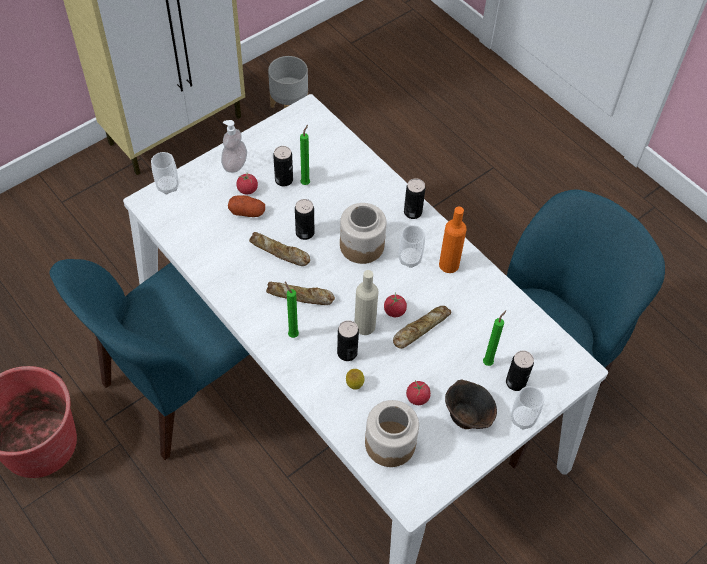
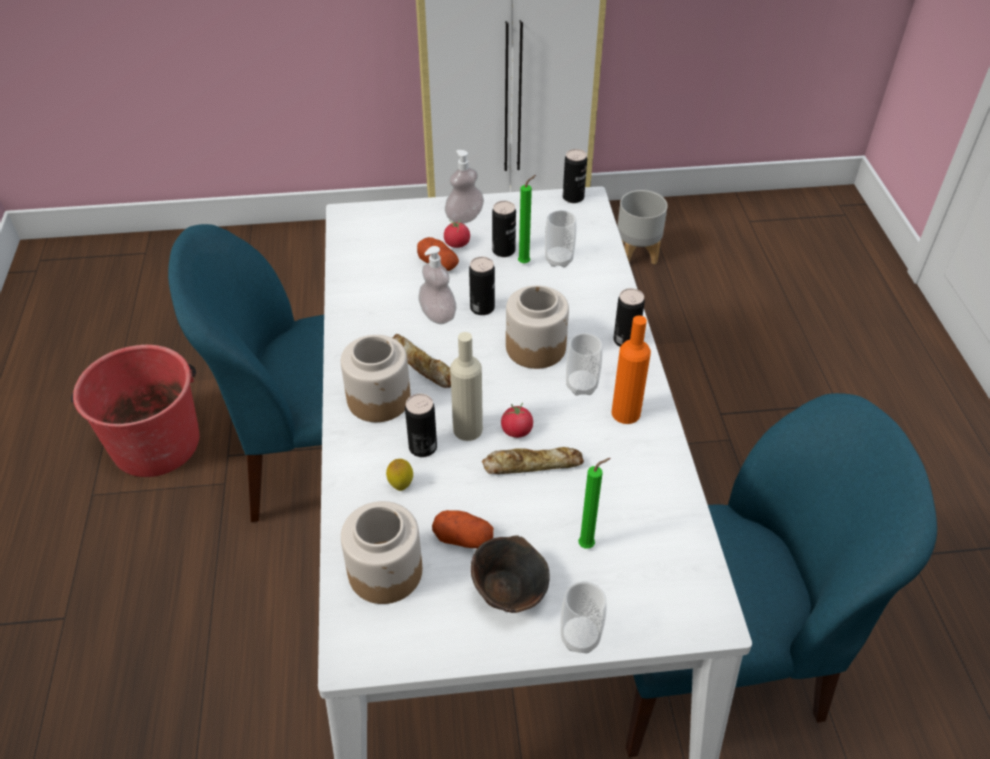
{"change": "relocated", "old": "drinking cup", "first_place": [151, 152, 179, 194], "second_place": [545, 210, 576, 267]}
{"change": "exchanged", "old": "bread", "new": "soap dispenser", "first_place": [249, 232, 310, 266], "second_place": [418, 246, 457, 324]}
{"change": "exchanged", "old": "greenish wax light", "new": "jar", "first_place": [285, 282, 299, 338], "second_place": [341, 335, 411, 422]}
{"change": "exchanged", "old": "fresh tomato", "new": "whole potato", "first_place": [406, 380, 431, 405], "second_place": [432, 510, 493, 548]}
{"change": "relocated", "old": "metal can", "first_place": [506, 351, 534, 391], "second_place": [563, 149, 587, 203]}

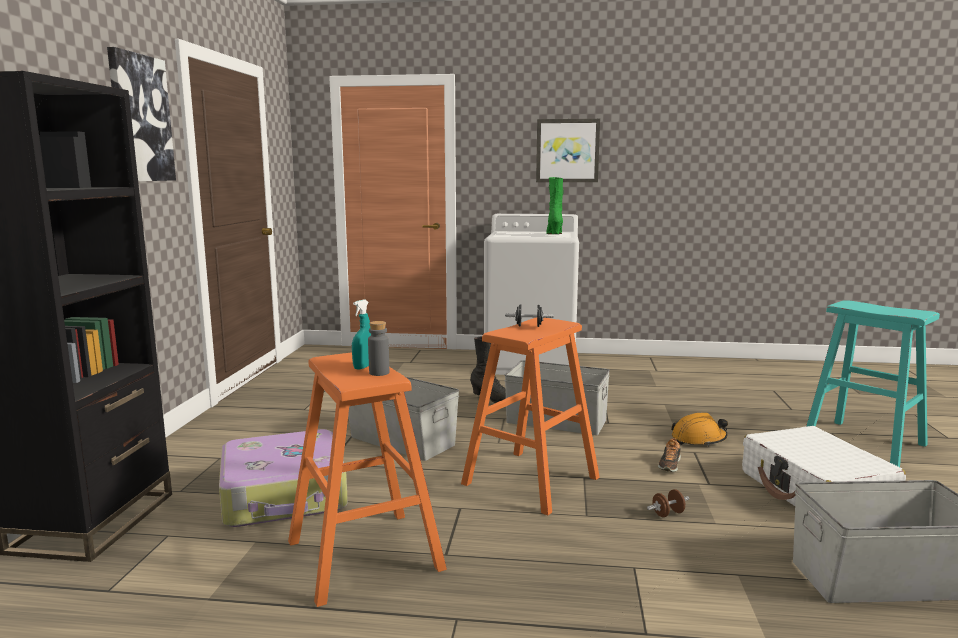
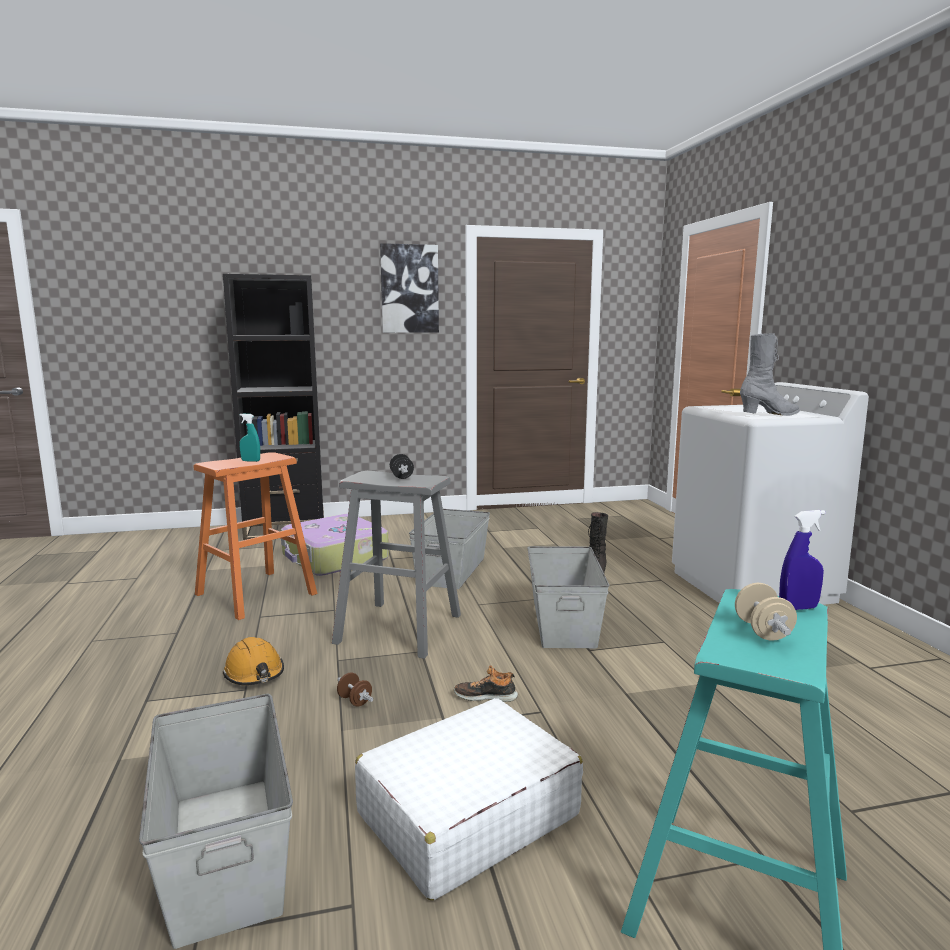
{"change": "missing", "old": "greyish bottle", "first_place": [368, 321, 389, 376]}
{"change": "colour", "old": "orange sitting stool", "new": "greyish sitting stool", "first_place": [461, 317, 600, 516], "second_place": [332, 471, 461, 659]}
{"change": "missing", "old": "wall picture", "first_place": [536, 119, 600, 182]}
{"change": "colour", "old": "greenish boot", "new": "greyish boot", "first_place": [546, 177, 564, 234], "second_place": [740, 333, 800, 416]}
{"change": "relocated", "old": "orange work helmet", "first_place": [671, 412, 728, 447], "second_place": [223, 637, 284, 685]}
{"change": "appeared", "new": "beige free weight", "second_place": [735, 583, 797, 641]}
{"change": "appeared", "new": "blue sprayer", "second_place": [779, 510, 826, 610]}

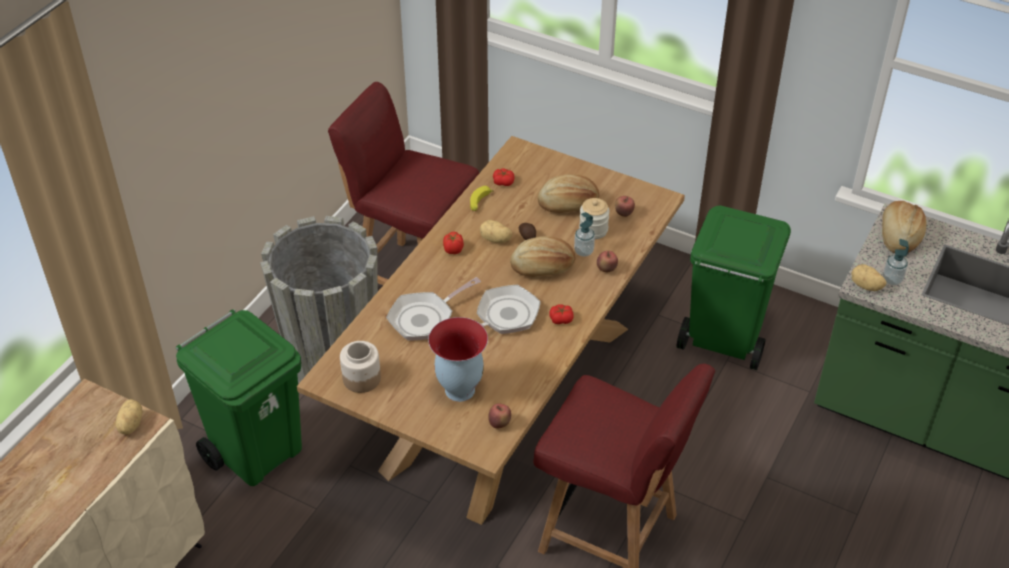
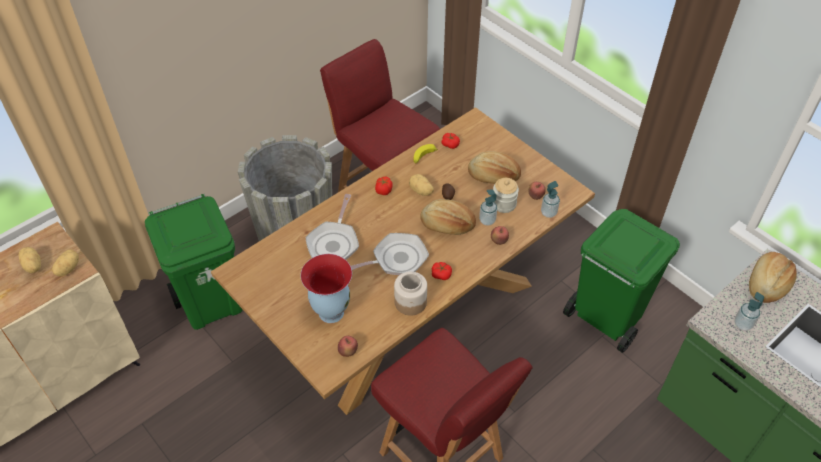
{"change": "relocated", "old": "jar", "first_place": [340, 341, 381, 393], "second_place": [394, 272, 427, 316]}
{"change": "spun", "old": "frying pan", "first_place": [386, 277, 481, 340], "second_place": [306, 194, 359, 260], "degrees": -60}
{"change": "relocated", "old": "whole potato", "first_place": [851, 264, 886, 291], "second_place": [19, 247, 41, 273]}
{"change": "appeared", "new": "soap dispenser", "second_place": [541, 181, 560, 218]}

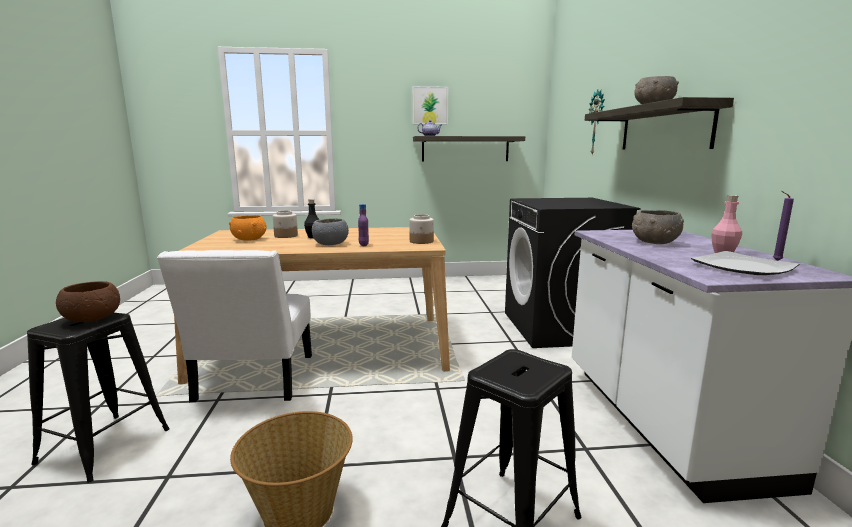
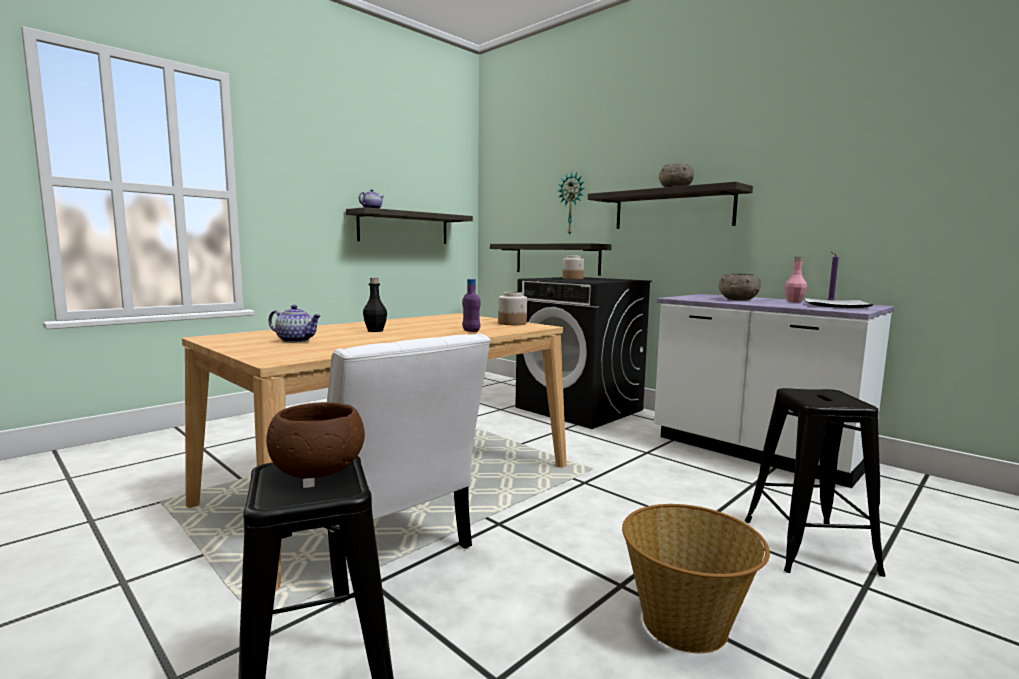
{"change": "exchanged", "old": "orange deep dish", "new": "tea pot", "first_place": [229, 215, 266, 241], "second_place": [269, 305, 321, 343]}
{"change": "relocated", "old": "jar", "first_place": [273, 210, 298, 238], "second_place": [562, 255, 584, 279]}
{"change": "missing", "old": "greyish deep dish", "first_place": [312, 218, 349, 245]}
{"change": "missing", "old": "wall picture", "first_place": [412, 86, 448, 124]}
{"change": "appeared", "new": "wall shelf", "second_place": [490, 243, 612, 276]}

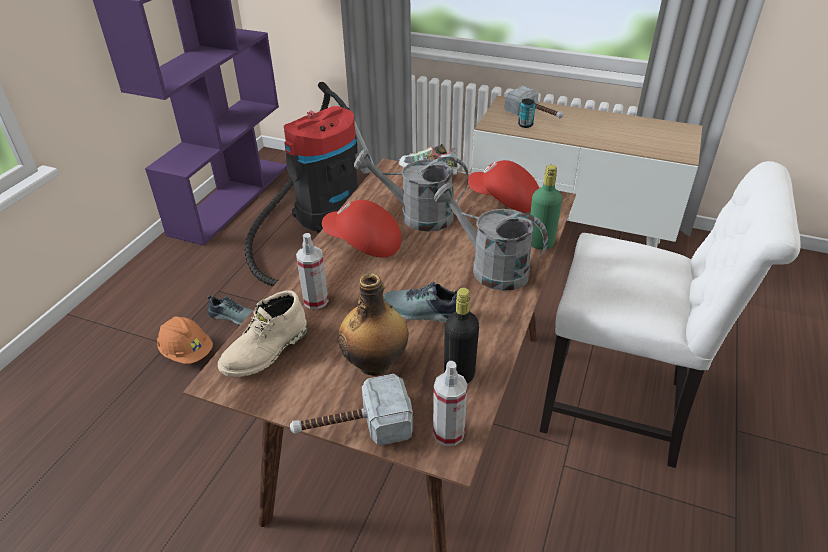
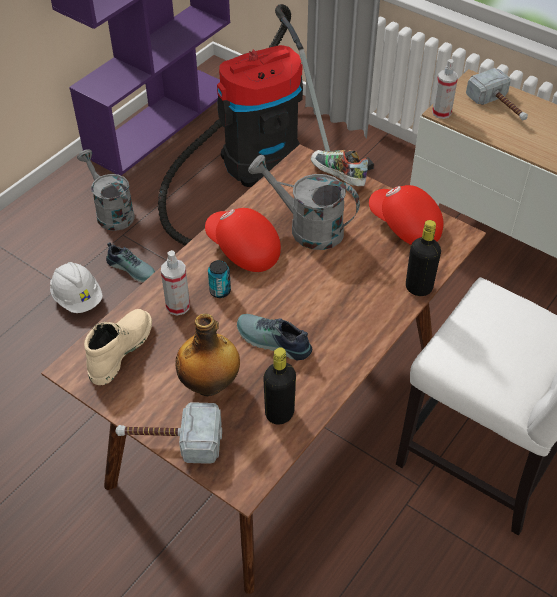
{"change": "colour", "old": "orange work helmet", "new": "white-coloured work helmet", "first_place": [157, 317, 213, 364], "second_place": [50, 262, 103, 313]}
{"change": "spun", "old": "beige boot", "first_place": [218, 290, 307, 377], "second_place": [84, 309, 152, 385], "degrees": 150}
{"change": "relocated", "old": "sprayer", "first_place": [433, 361, 468, 446], "second_place": [432, 59, 458, 119]}
{"change": "relocated", "old": "greyish watering can", "first_place": [434, 183, 548, 291], "second_place": [77, 149, 135, 231]}
{"change": "relocated", "old": "metal can", "first_place": [518, 99, 535, 128], "second_place": [208, 260, 231, 298]}
{"change": "colour", "old": "greenish bottle", "new": "black bottle", "first_place": [530, 165, 562, 250], "second_place": [406, 220, 441, 296]}

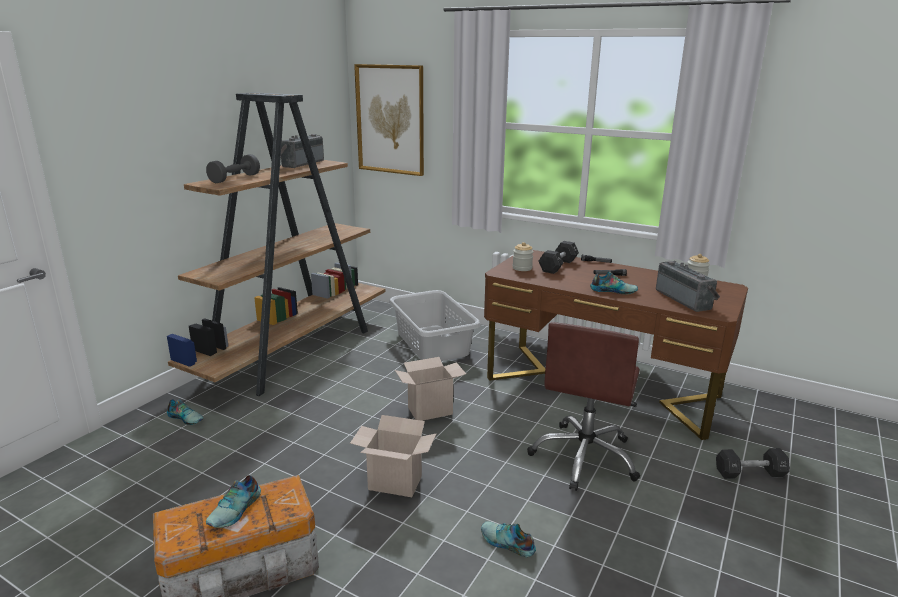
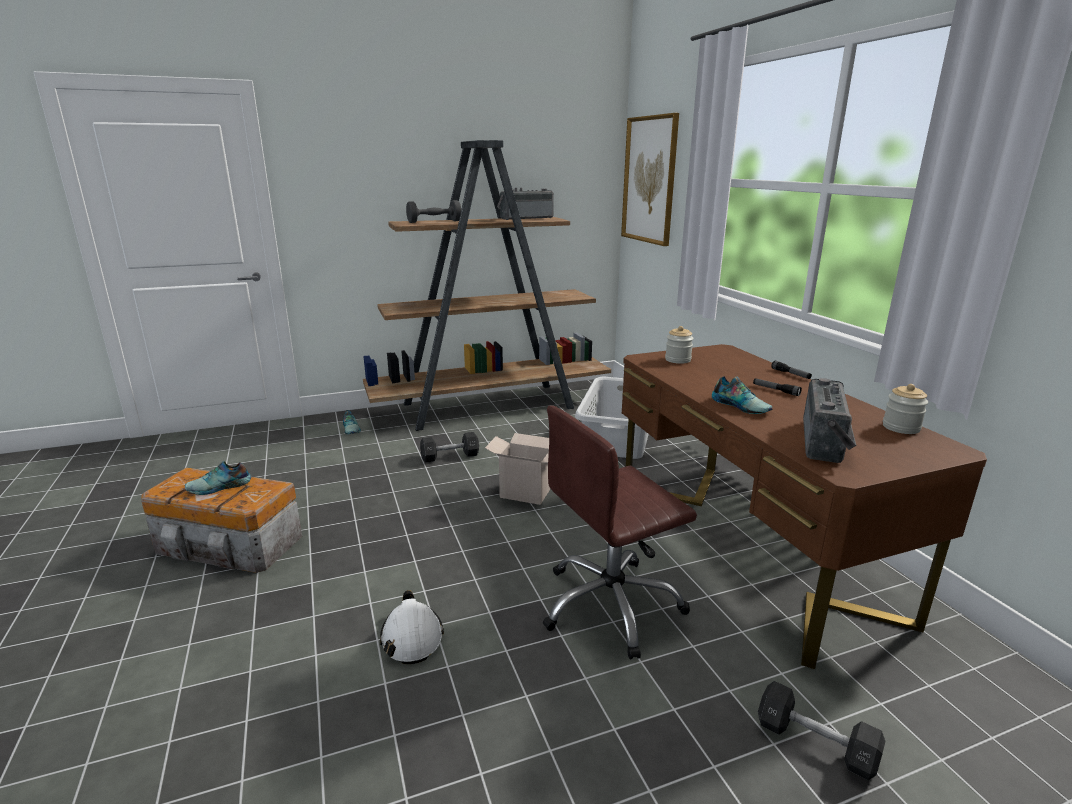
{"change": "missing", "old": "cardboard box", "first_place": [350, 415, 436, 497]}
{"change": "exchanged", "old": "item of footwear", "new": "white-coloured work helmet", "first_place": [481, 521, 536, 557], "second_place": [380, 590, 444, 664]}
{"change": "relocated", "old": "black free weight", "first_place": [538, 241, 579, 274], "second_place": [420, 432, 479, 463]}

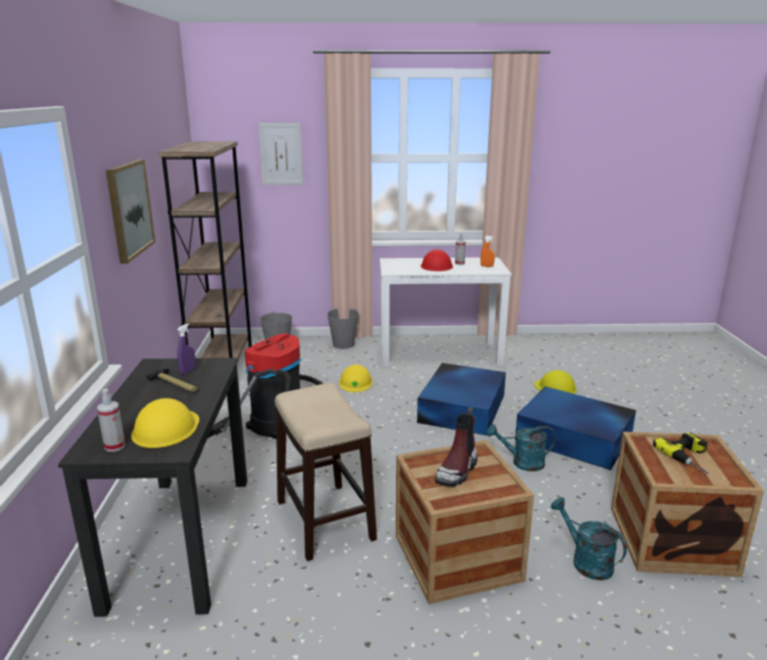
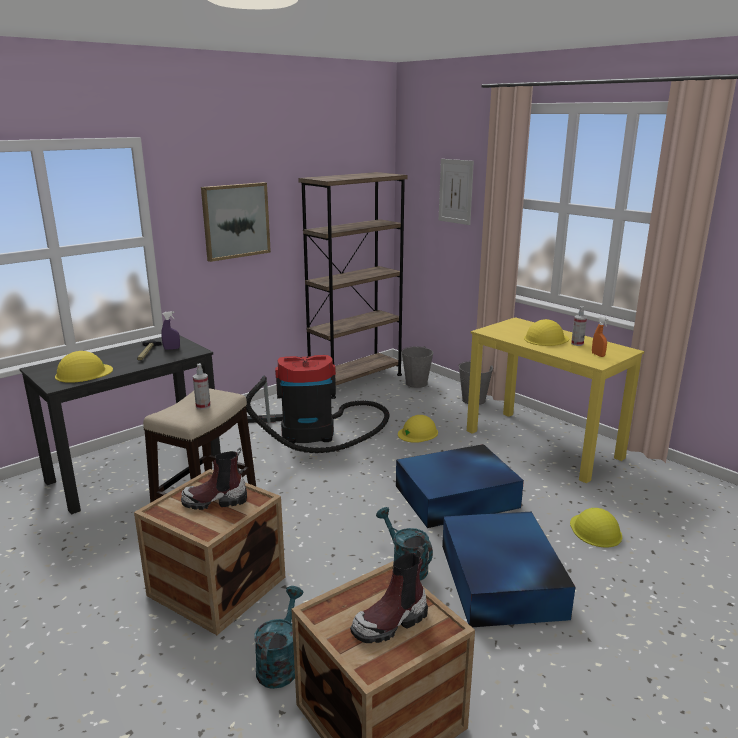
{"change": "relocated", "old": "sprayer", "first_place": [97, 389, 125, 452], "second_place": [193, 363, 211, 410]}
{"change": "colour", "old": "white-coloured desk table", "new": "yellow desk table", "first_place": [380, 257, 512, 367], "second_place": [467, 317, 644, 484]}
{"change": "colour", "old": "red-coloured work helmet", "new": "yellow work helmet", "first_place": [420, 249, 453, 271], "second_place": [524, 319, 569, 346]}
{"change": "exchanged", "old": "electric drill", "new": "boot", "first_place": [653, 433, 708, 474], "second_place": [350, 546, 428, 643]}

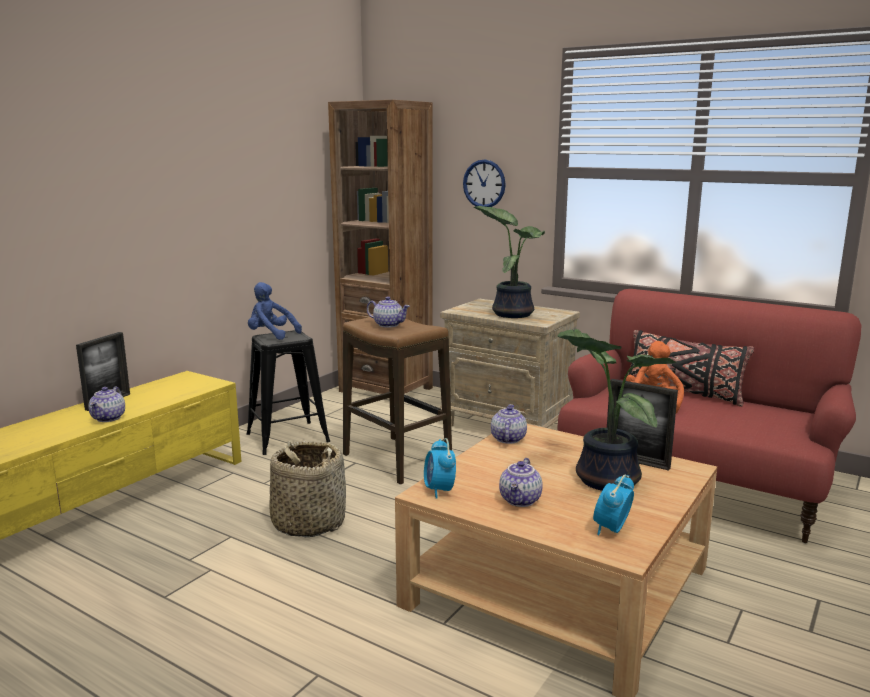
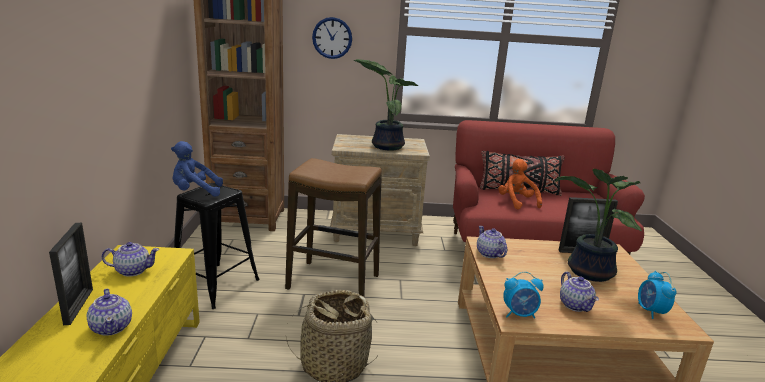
{"change": "relocated", "old": "tea pot", "first_place": [367, 297, 410, 328], "second_place": [102, 242, 159, 277]}
{"change": "spun", "old": "table clock", "first_place": [424, 438, 456, 498], "second_place": [503, 272, 544, 319], "degrees": -45}

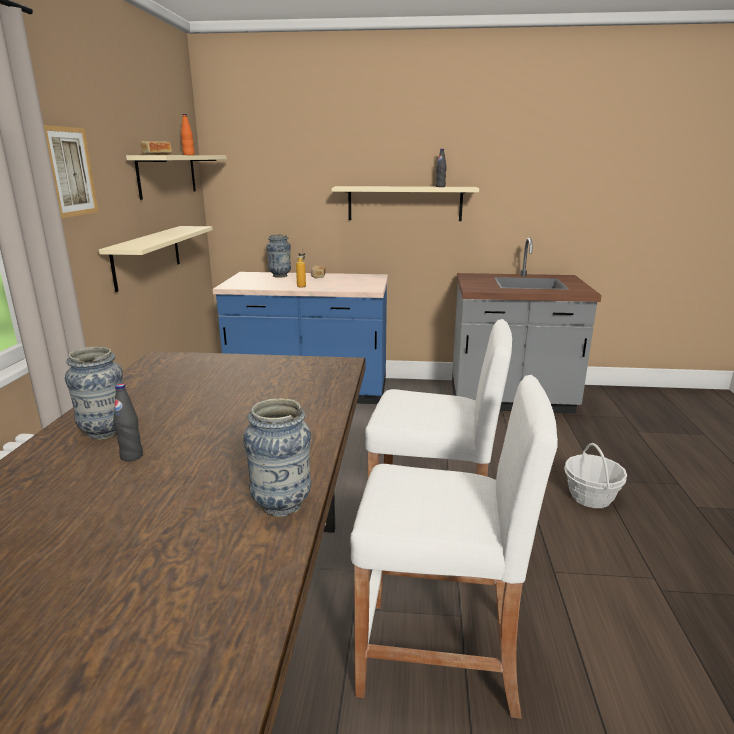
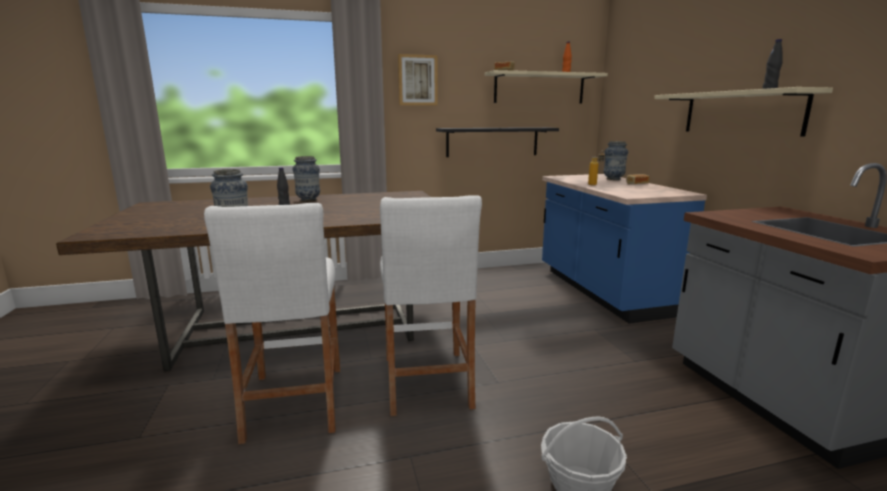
{"change": "colour", "old": "beige wall shelf", "new": "black wall shelf", "first_place": [99, 226, 212, 292], "second_place": [436, 127, 559, 157]}

